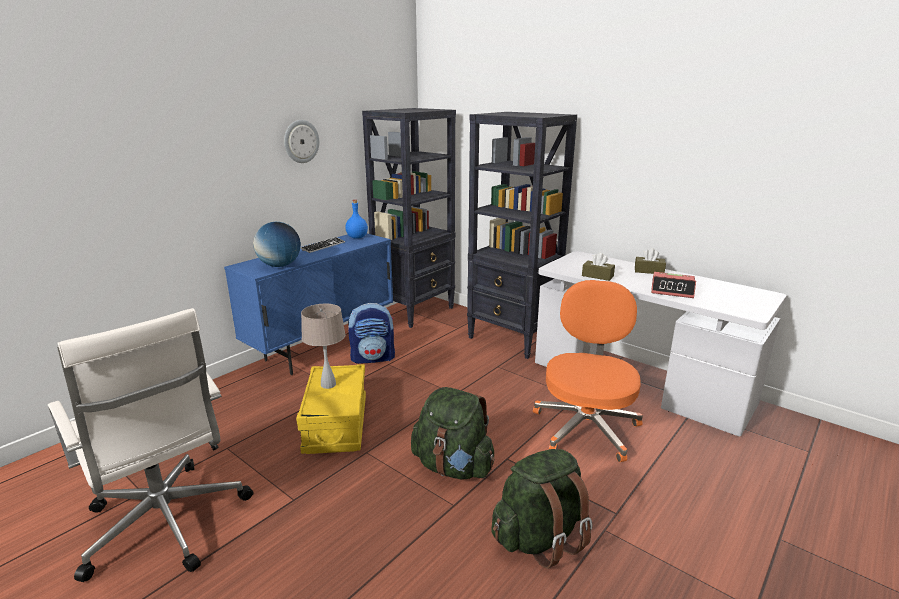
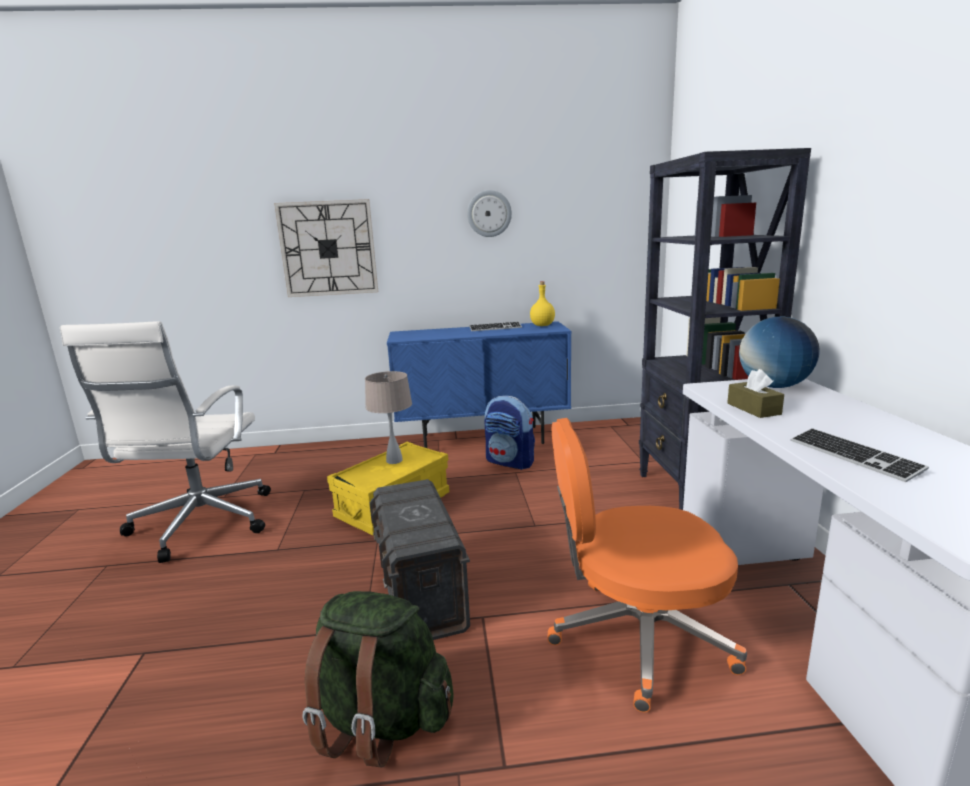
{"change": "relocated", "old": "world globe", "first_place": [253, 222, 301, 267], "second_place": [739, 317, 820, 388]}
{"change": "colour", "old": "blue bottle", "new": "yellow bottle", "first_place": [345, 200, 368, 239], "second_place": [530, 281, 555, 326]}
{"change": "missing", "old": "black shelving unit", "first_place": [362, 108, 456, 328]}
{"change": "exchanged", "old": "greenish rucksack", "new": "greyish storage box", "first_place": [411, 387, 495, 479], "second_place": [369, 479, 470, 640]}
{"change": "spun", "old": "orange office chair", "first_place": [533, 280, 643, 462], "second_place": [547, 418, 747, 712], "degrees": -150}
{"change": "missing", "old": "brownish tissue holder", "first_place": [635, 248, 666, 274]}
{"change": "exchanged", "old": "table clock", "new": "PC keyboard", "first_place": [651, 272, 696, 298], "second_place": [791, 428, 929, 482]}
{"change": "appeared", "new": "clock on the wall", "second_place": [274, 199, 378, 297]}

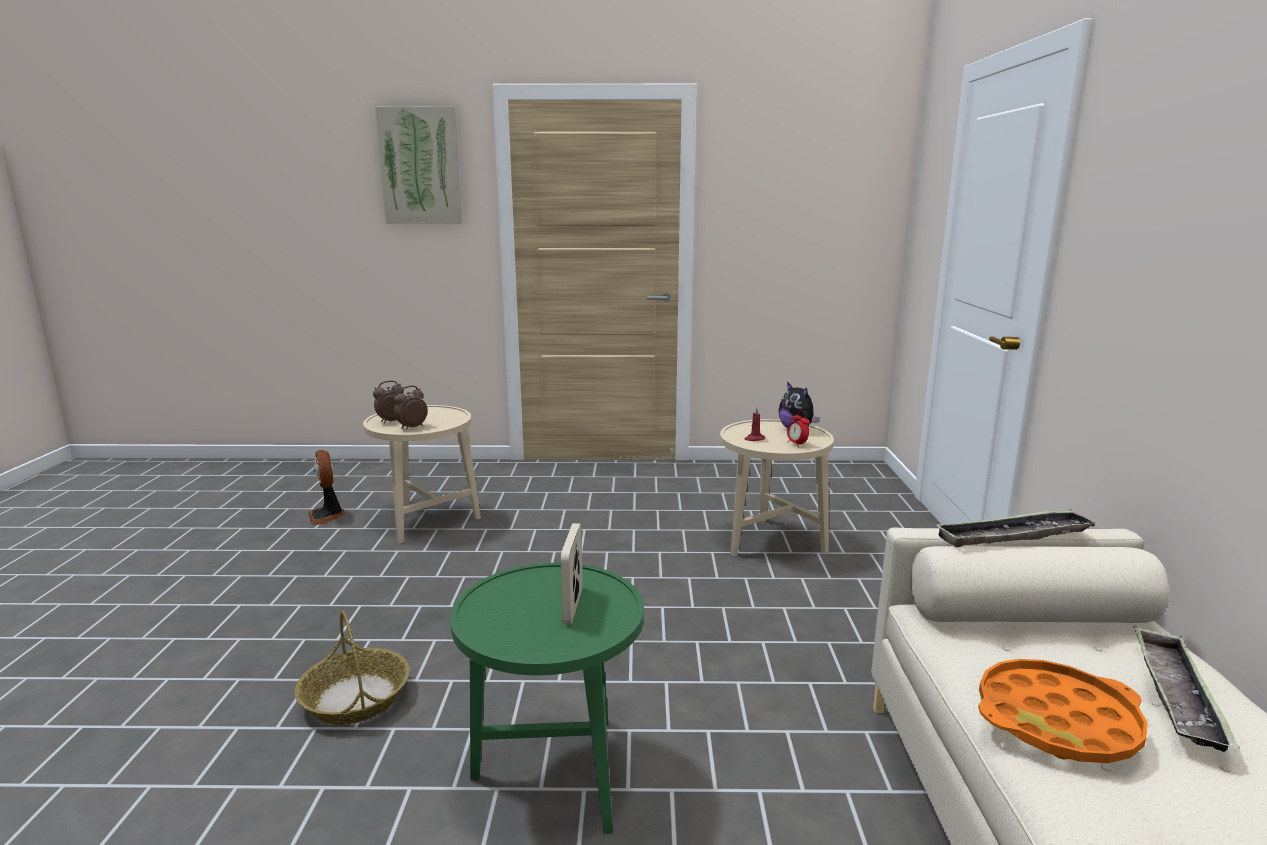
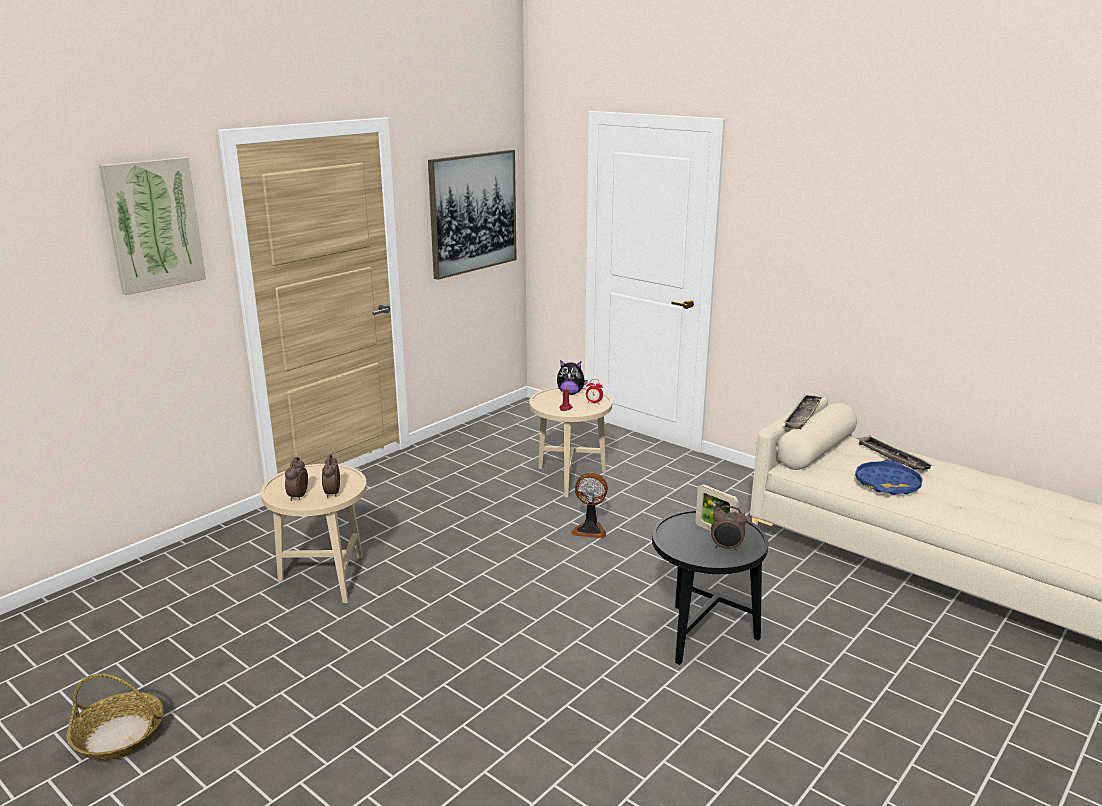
{"change": "relocated", "old": "household basket", "first_place": [295, 611, 410, 724], "second_place": [66, 674, 164, 761]}
{"change": "relocated", "old": "fan", "first_place": [308, 450, 345, 525], "second_place": [571, 472, 608, 538]}
{"change": "colour", "old": "greenish side table", "new": "black side table", "first_place": [450, 563, 644, 834], "second_place": [652, 510, 768, 665]}
{"change": "colour", "old": "orange serving tray", "new": "blue serving tray", "first_place": [978, 659, 1148, 763], "second_place": [855, 460, 923, 495]}
{"change": "appeared", "new": "wall picture", "second_place": [428, 150, 517, 280]}
{"change": "appeared", "new": "table clock", "second_place": [711, 506, 747, 551]}

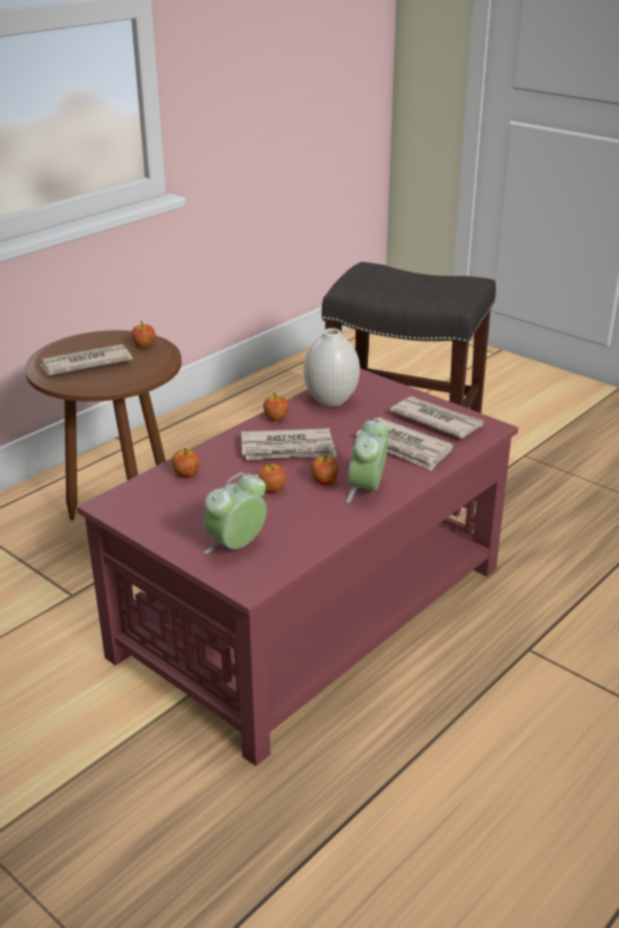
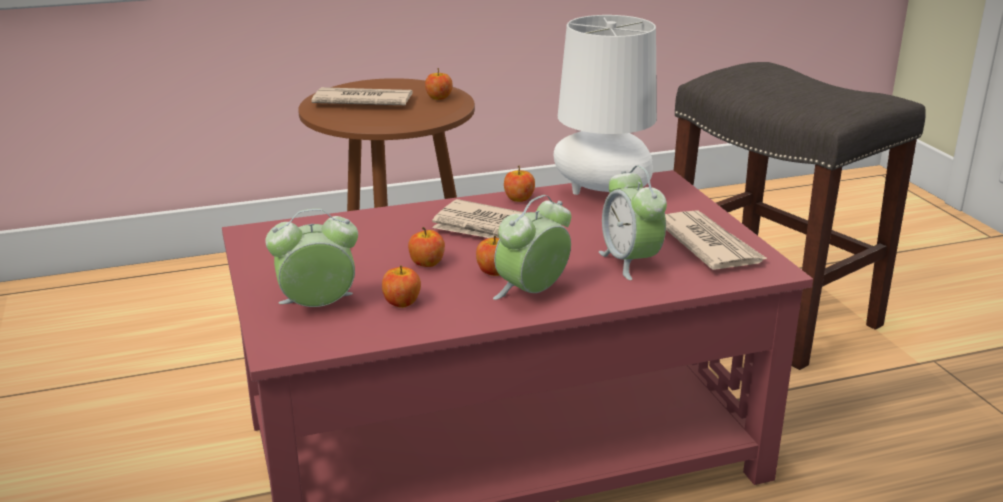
{"change": "relocated", "old": "apple", "first_place": [172, 449, 200, 478], "second_place": [382, 265, 421, 308]}
{"change": "exchanged", "old": "white-coloured flower vase", "new": "white-coloured lamp for a table", "first_place": [303, 328, 360, 407], "second_place": [553, 15, 657, 195]}
{"change": "exchanged", "old": "newspaper", "new": "table clock", "first_place": [354, 417, 454, 471], "second_place": [599, 165, 667, 280]}

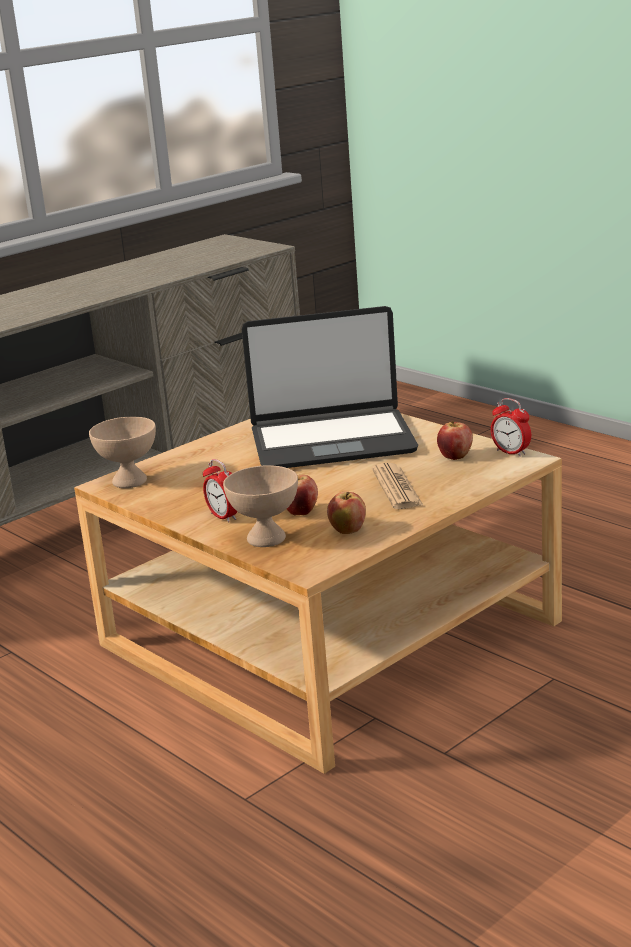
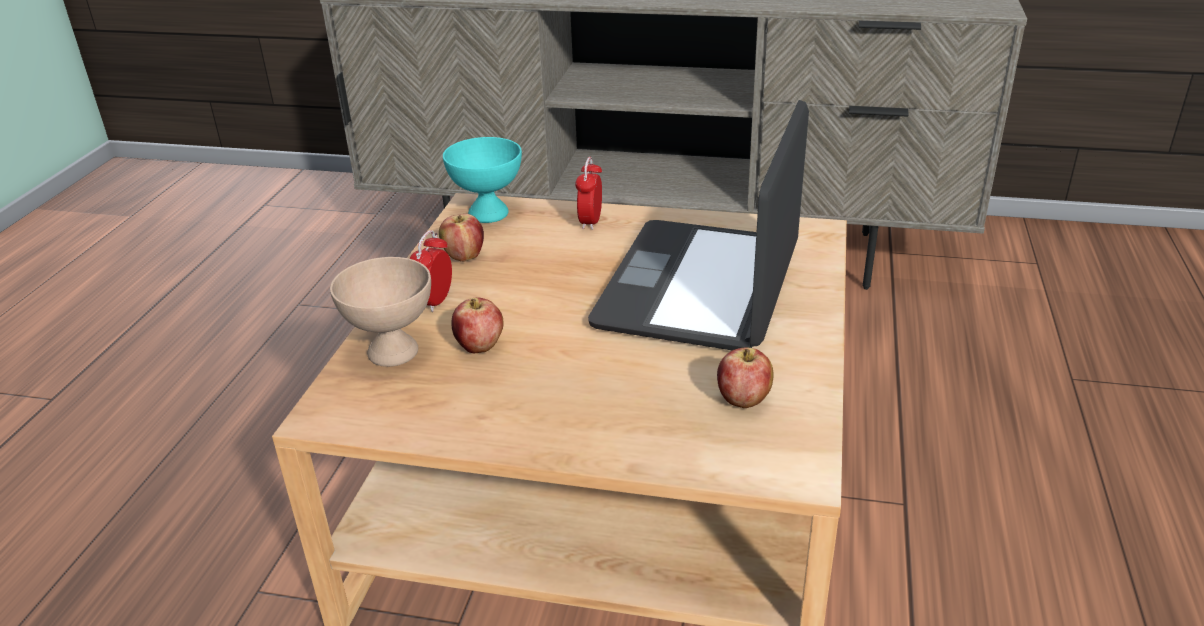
{"change": "colour", "old": "beige deep dish", "new": "turquoise-coloured deep dish", "first_place": [89, 417, 156, 488], "second_place": [443, 137, 522, 223]}
{"change": "spun", "old": "laptop", "first_place": [241, 306, 418, 468], "second_place": [588, 100, 809, 350], "degrees": 60}
{"change": "relocated", "old": "apple", "first_place": [327, 492, 366, 534], "second_place": [439, 214, 484, 262]}
{"change": "missing", "old": "newspaper", "first_place": [372, 463, 424, 509]}
{"change": "relocated", "old": "table clock", "first_place": [491, 398, 531, 457], "second_place": [575, 157, 602, 230]}

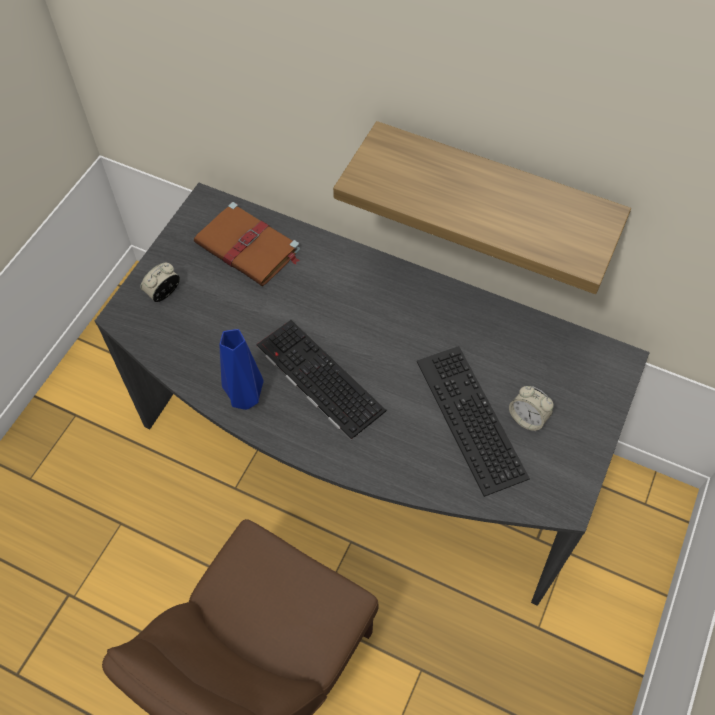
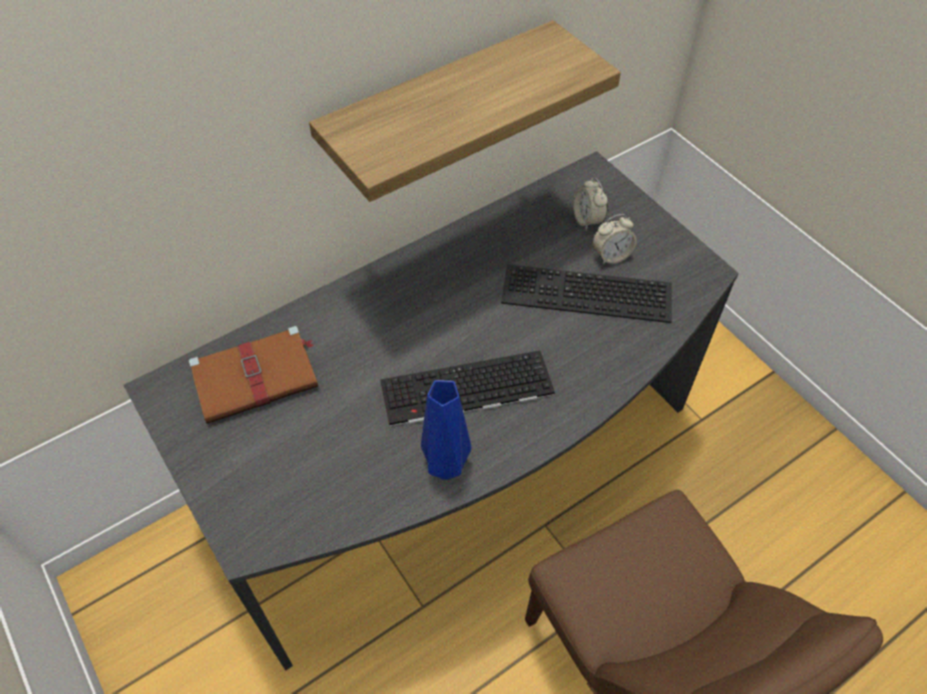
{"change": "relocated", "old": "table clock", "first_place": [140, 263, 180, 302], "second_place": [573, 178, 608, 231]}

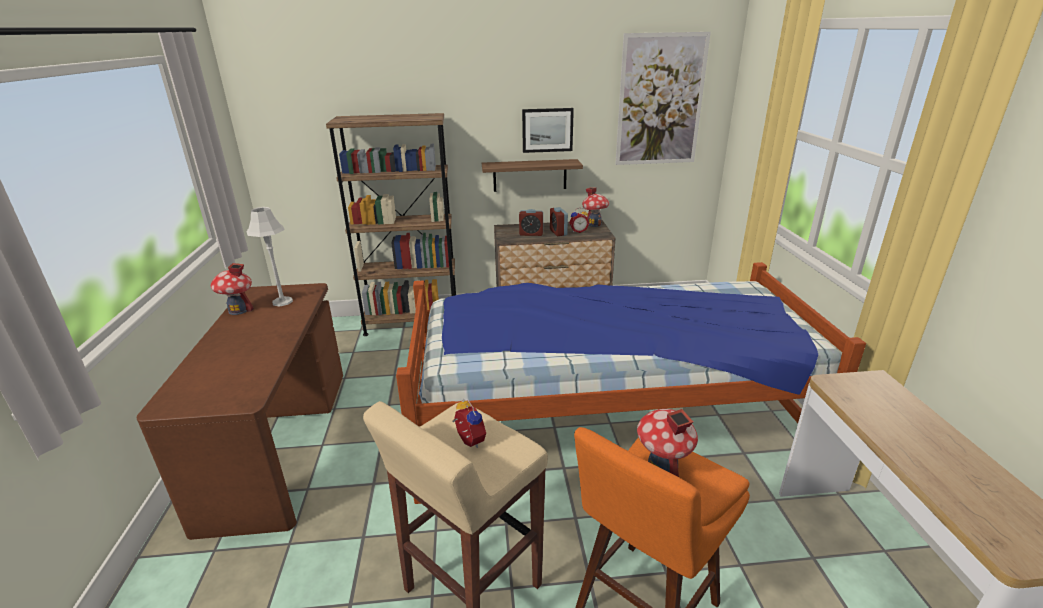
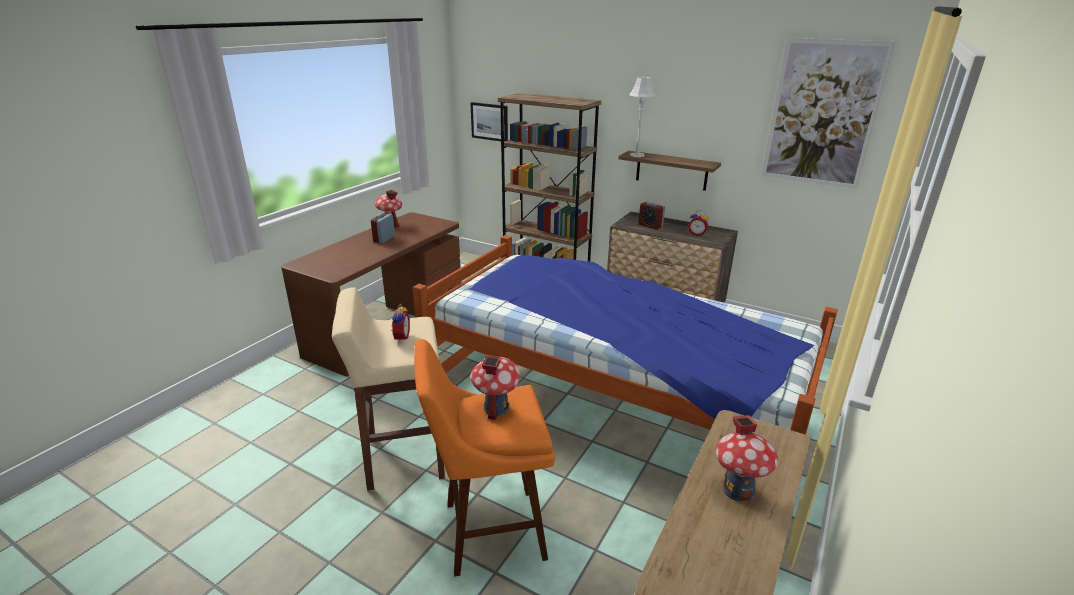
{"change": "relocated", "old": "greyish lamp for a table", "first_place": [247, 207, 293, 306], "second_place": [630, 77, 656, 157]}
{"change": "relocated", "old": "wall picture", "first_place": [522, 108, 574, 153], "second_place": [470, 102, 508, 141]}
{"change": "relocated", "old": "table clock", "first_place": [550, 207, 568, 236], "second_place": [371, 213, 395, 243]}
{"change": "relocated", "old": "toy house", "first_place": [582, 187, 609, 227], "second_place": [716, 415, 778, 502]}

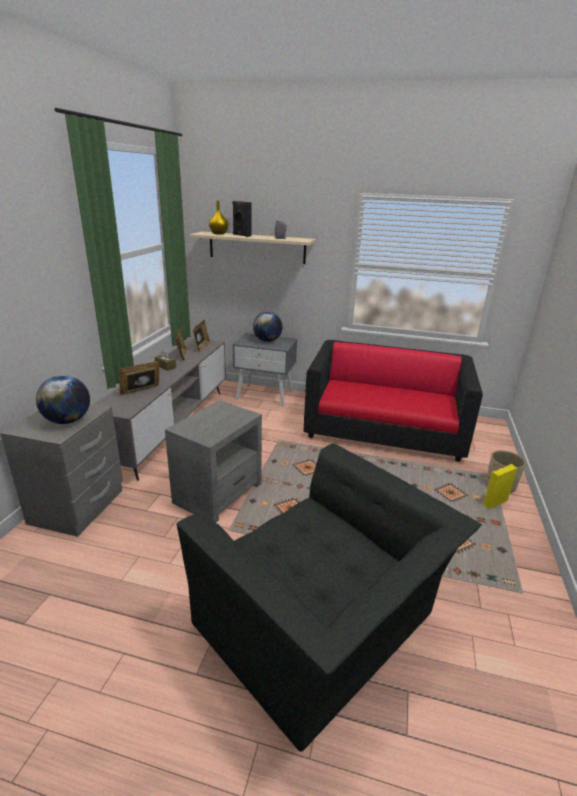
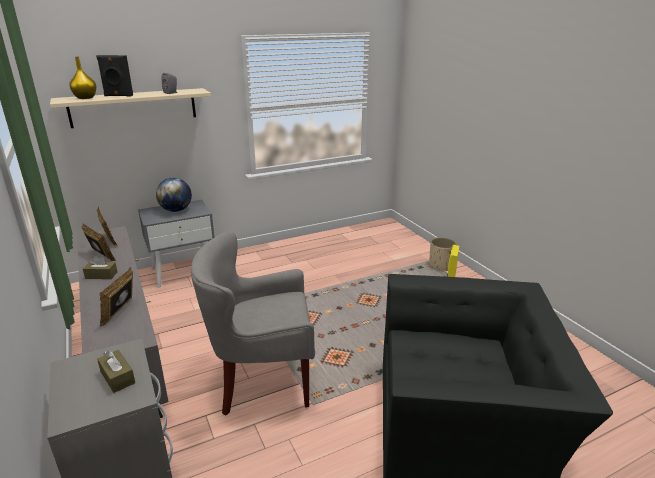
{"change": "exchanged", "old": "world globe", "new": "brownish tissue holder", "first_place": [36, 375, 90, 424], "second_place": [97, 350, 135, 393]}
{"change": "exchanged", "old": "greyish side table", "new": "greyish lounge chair", "first_place": [165, 400, 262, 523], "second_place": [191, 231, 315, 416]}
{"change": "missing", "old": "settee", "first_place": [304, 340, 483, 462]}

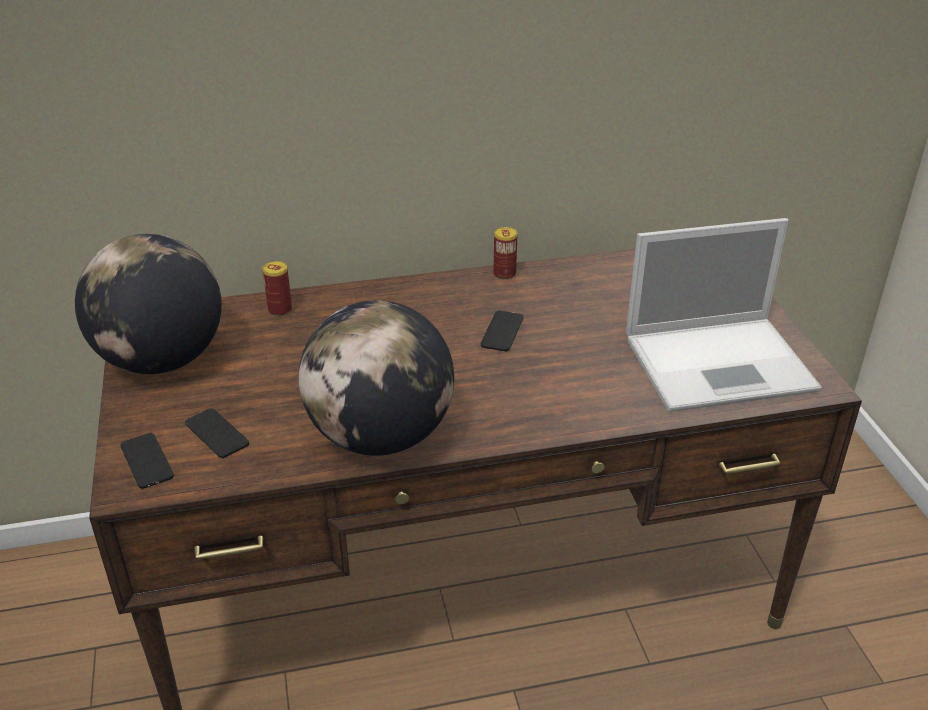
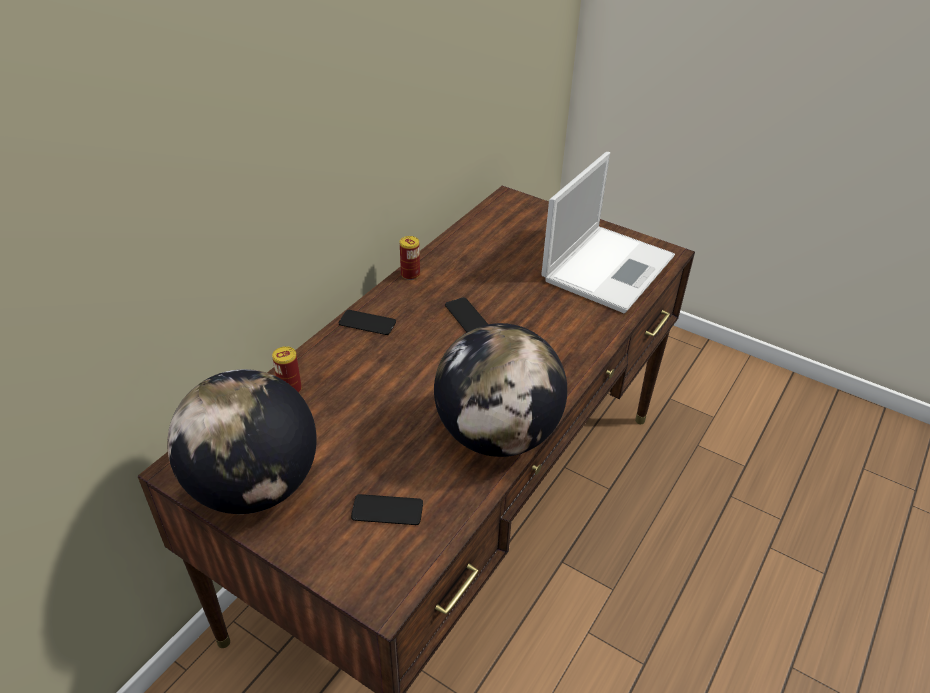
{"change": "relocated", "old": "phone", "first_place": [120, 433, 174, 489], "second_place": [339, 310, 396, 335]}

